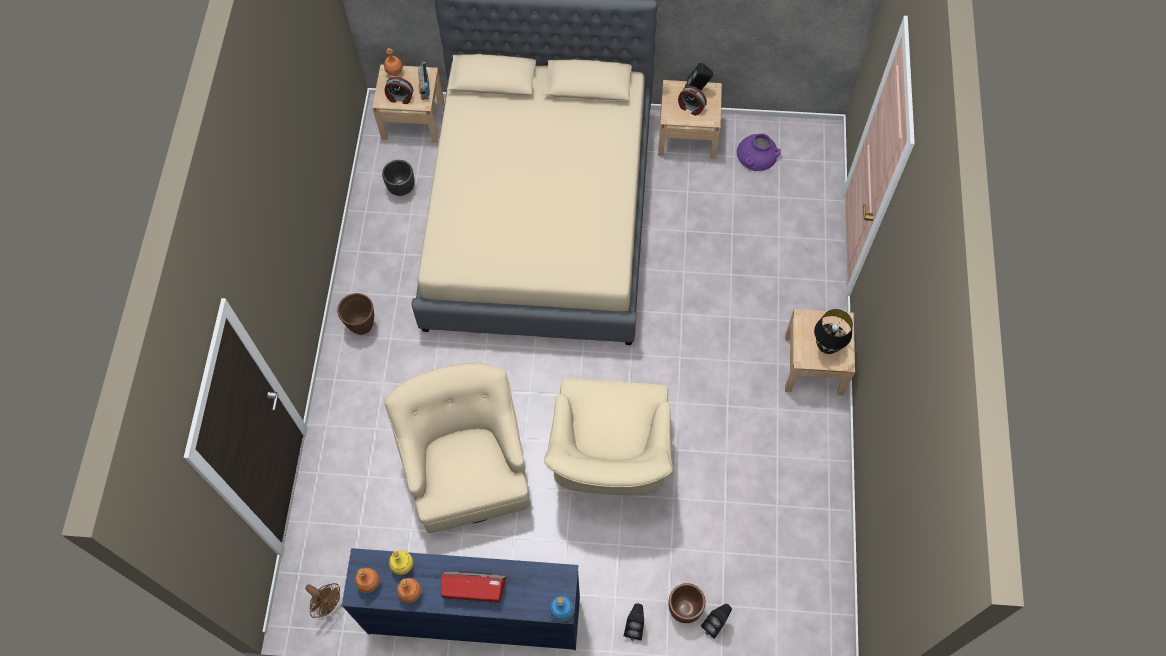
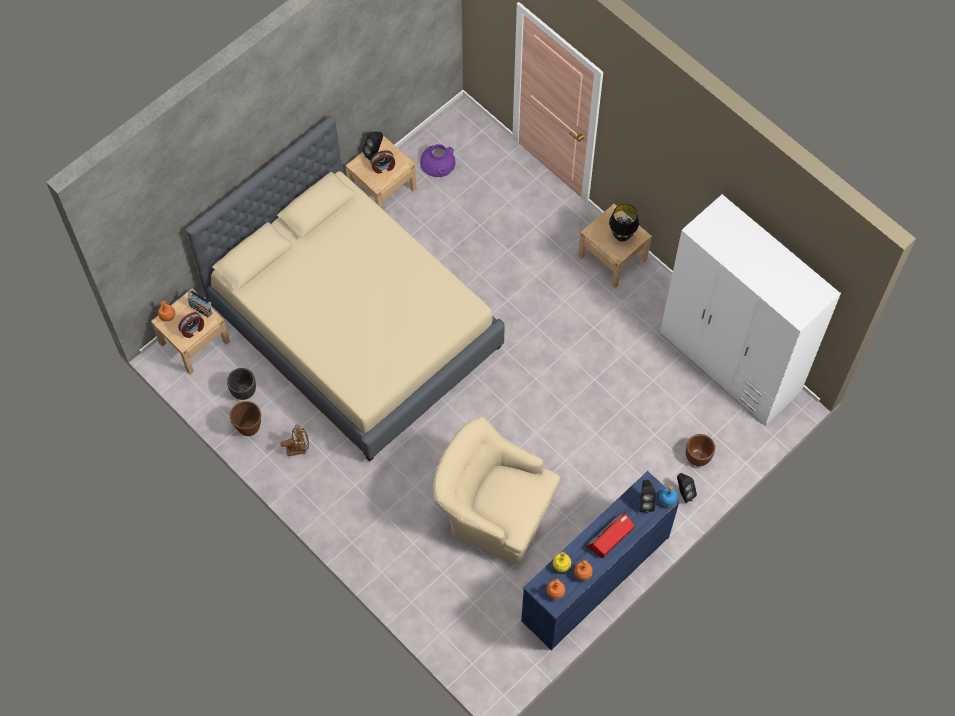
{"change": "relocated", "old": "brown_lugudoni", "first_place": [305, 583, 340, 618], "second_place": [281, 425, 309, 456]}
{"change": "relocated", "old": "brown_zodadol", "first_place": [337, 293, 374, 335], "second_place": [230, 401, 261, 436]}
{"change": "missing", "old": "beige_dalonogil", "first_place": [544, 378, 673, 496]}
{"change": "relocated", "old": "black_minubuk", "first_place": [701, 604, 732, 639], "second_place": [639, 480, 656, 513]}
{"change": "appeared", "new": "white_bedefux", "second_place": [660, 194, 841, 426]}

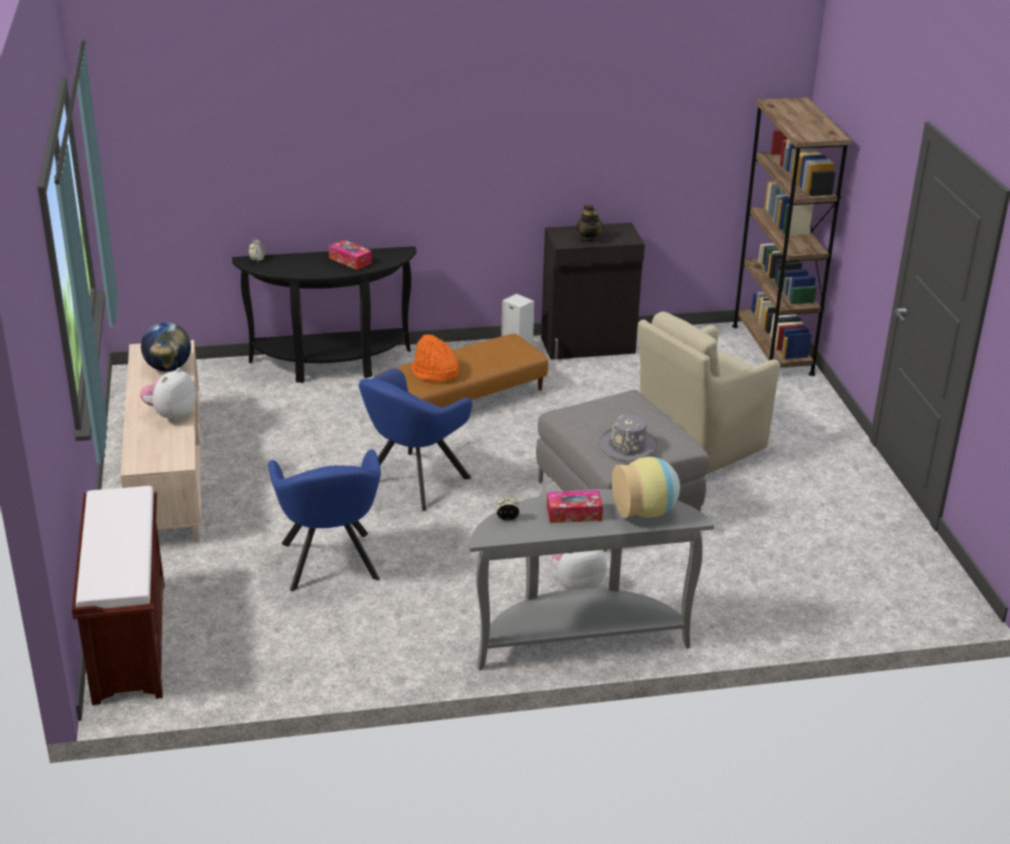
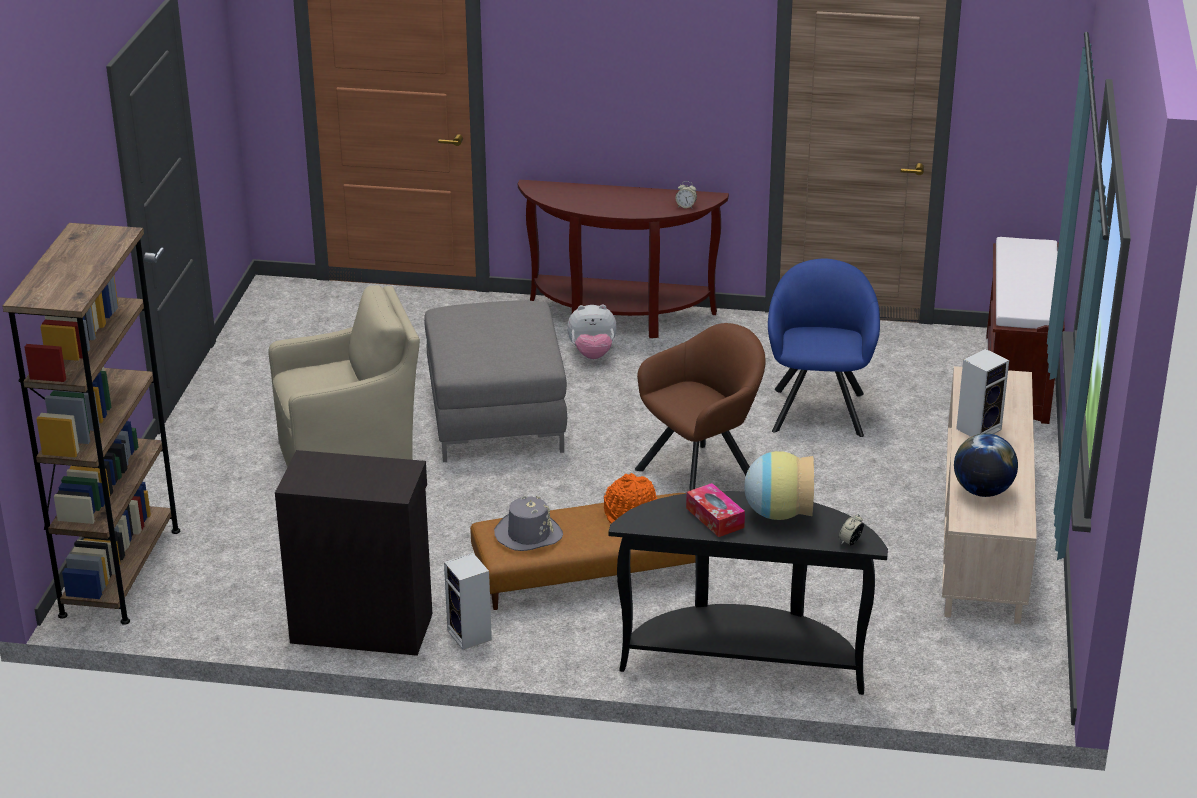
{"change": "exchanged", "old": "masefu", "new": "minubuk", "first_place": [140, 368, 196, 422], "second_place": [956, 349, 1009, 437]}
{"change": "colour", "old": "blue_dalonogil", "new": "brown_dalonogil", "first_place": [359, 369, 473, 511], "second_place": [635, 323, 766, 491]}
{"change": "colour", "old": "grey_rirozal", "new": "brown_rirozal", "first_place": [469, 489, 714, 670], "second_place": [518, 180, 729, 338]}
{"change": "missing", "old": "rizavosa", "first_place": [547, 490, 603, 523]}
{"change": "missing", "old": "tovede", "first_place": [576, 204, 603, 242]}
{"change": "relocated", "old": "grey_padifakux", "first_place": [599, 414, 658, 461], "second_place": [494, 496, 563, 551]}
{"change": "relocated", "old": "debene", "first_place": [612, 457, 680, 518], "second_place": [744, 451, 814, 520]}

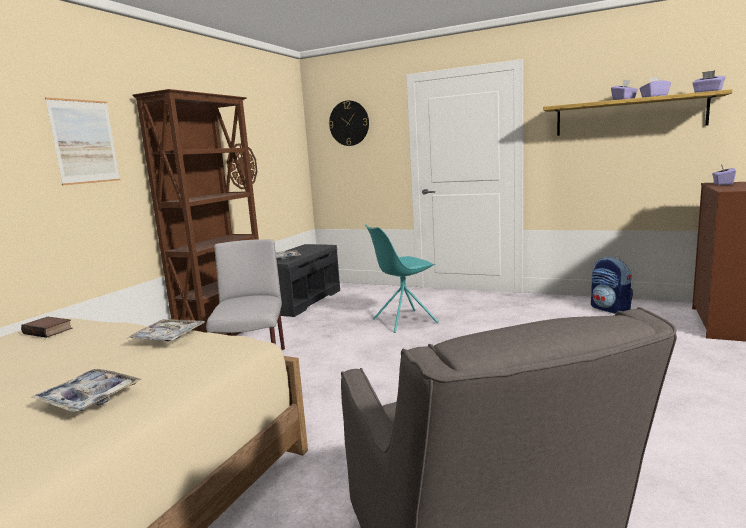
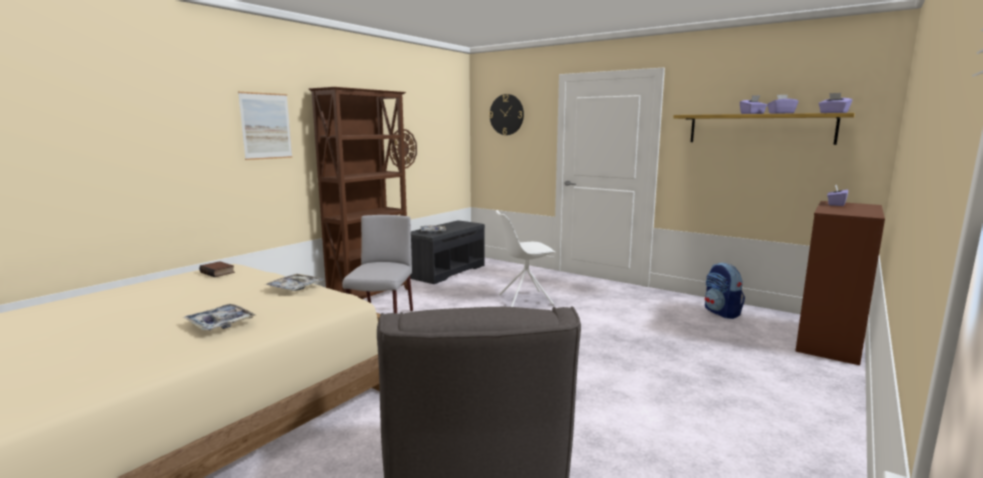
{"change": "colour", "old": "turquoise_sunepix", "new": "white_sunepix", "first_place": [365, 224, 439, 333], "second_place": [496, 210, 555, 307]}

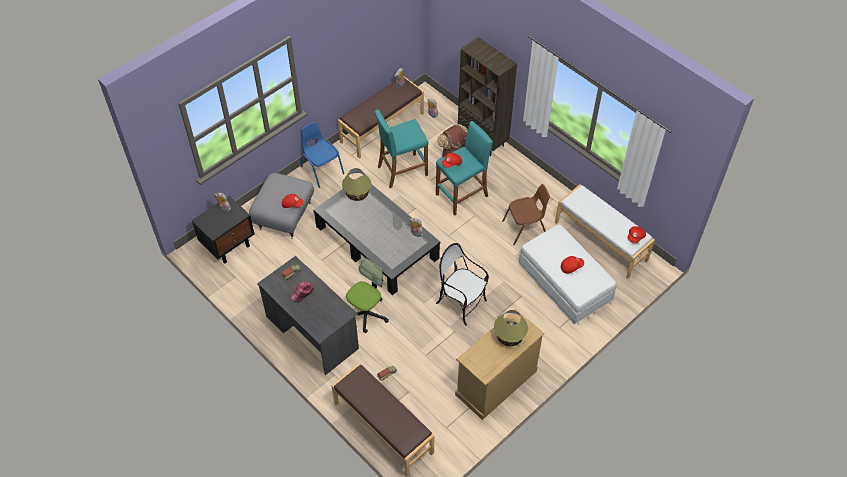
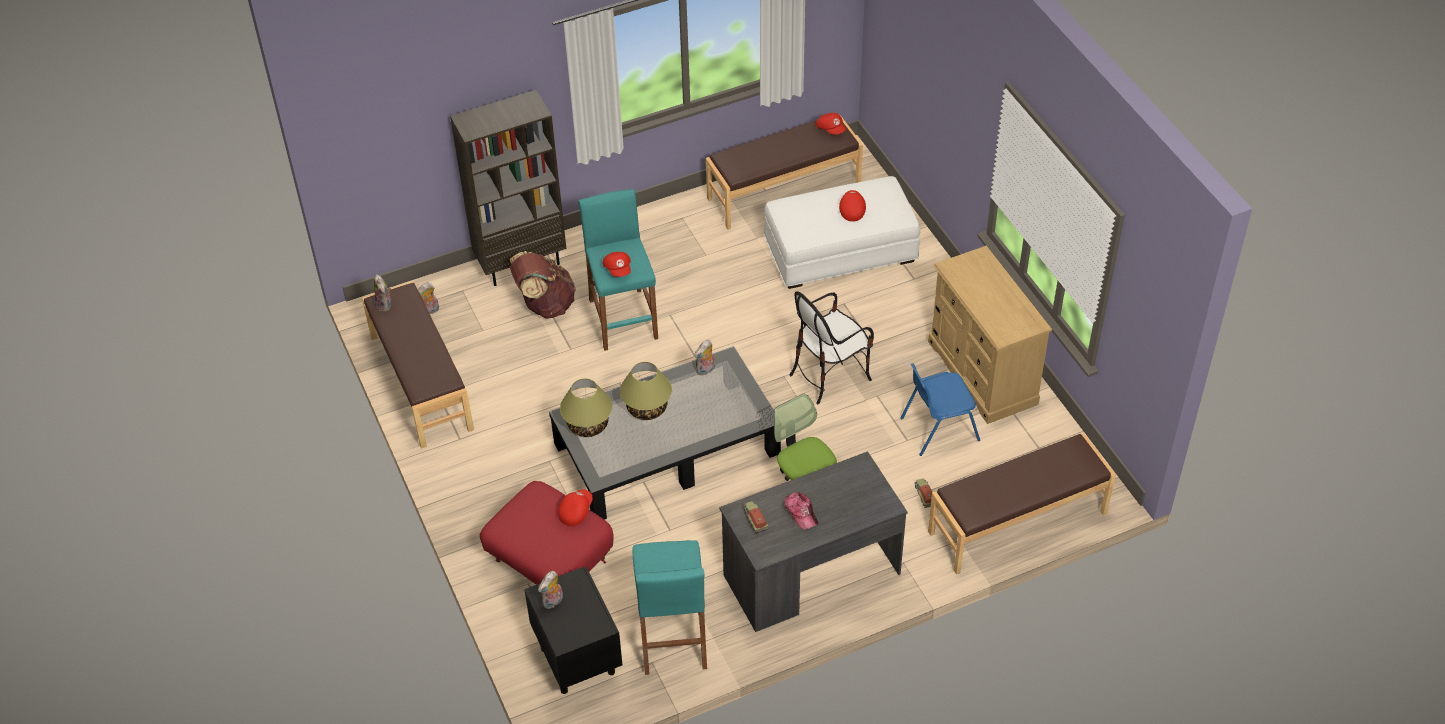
{"change": "colour", "old": "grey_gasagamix", "new": "red_gasagamix", "first_place": [249, 173, 314, 239], "second_place": [480, 481, 614, 585]}
{"change": "relocated", "old": "blue_sunepix", "first_place": [301, 122, 344, 188], "second_place": [900, 363, 980, 456]}
{"change": "relocated", "old": "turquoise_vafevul", "first_place": [375, 110, 429, 188], "second_place": [632, 540, 707, 675]}
{"change": "relocated", "old": "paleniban", "first_place": [494, 310, 528, 346], "second_place": [620, 362, 672, 420]}
{"change": "missing", "old": "brown_sunepix", "first_place": [502, 184, 550, 245]}
{"change": "colour", "old": "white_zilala", "new": "brown_zilala", "first_place": [555, 184, 655, 279], "second_place": [706, 115, 863, 230]}

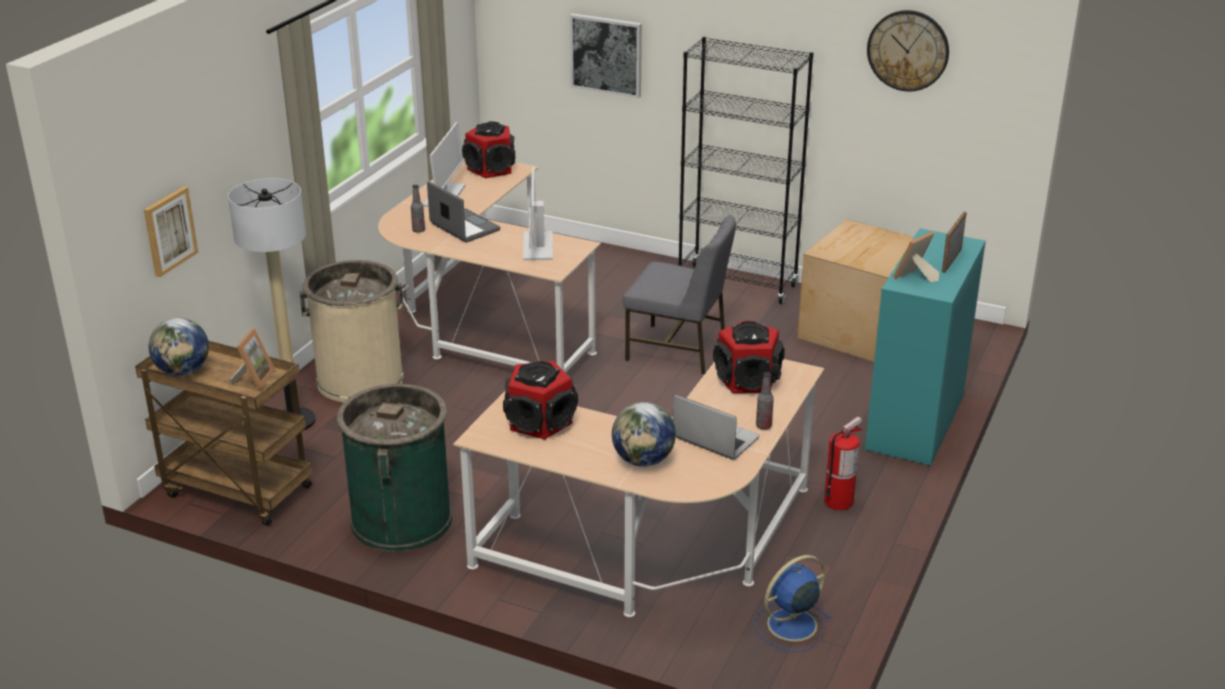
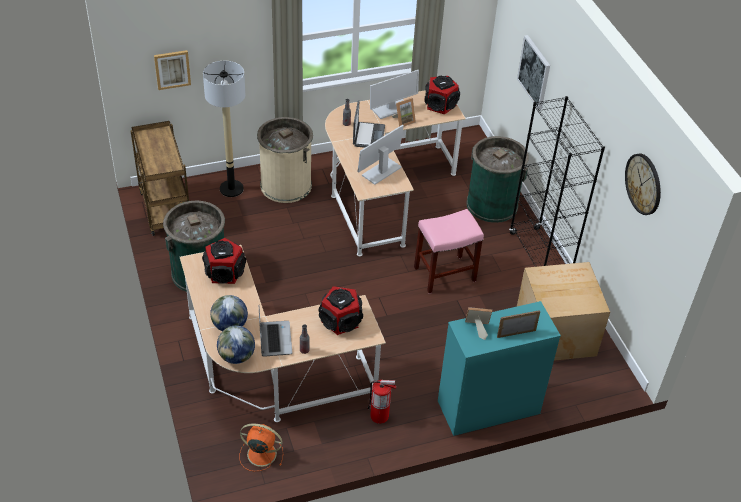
{"change": "relocated", "old": "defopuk", "first_place": [149, 318, 209, 376], "second_place": [217, 326, 255, 364]}
{"change": "relocated", "old": "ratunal", "first_place": [230, 328, 276, 390], "second_place": [392, 98, 416, 127]}
{"change": "exchanged", "old": "grey_sunepix", "new": "pink_vafevul", "first_place": [623, 215, 736, 375], "second_place": [414, 209, 484, 294]}
{"change": "colour", "old": "blue_lugudoni", "new": "orange_lugudoni", "first_place": [754, 555, 831, 652], "second_place": [239, 424, 283, 471]}
{"change": "appeared", "new": "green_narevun", "second_place": [466, 136, 529, 223]}

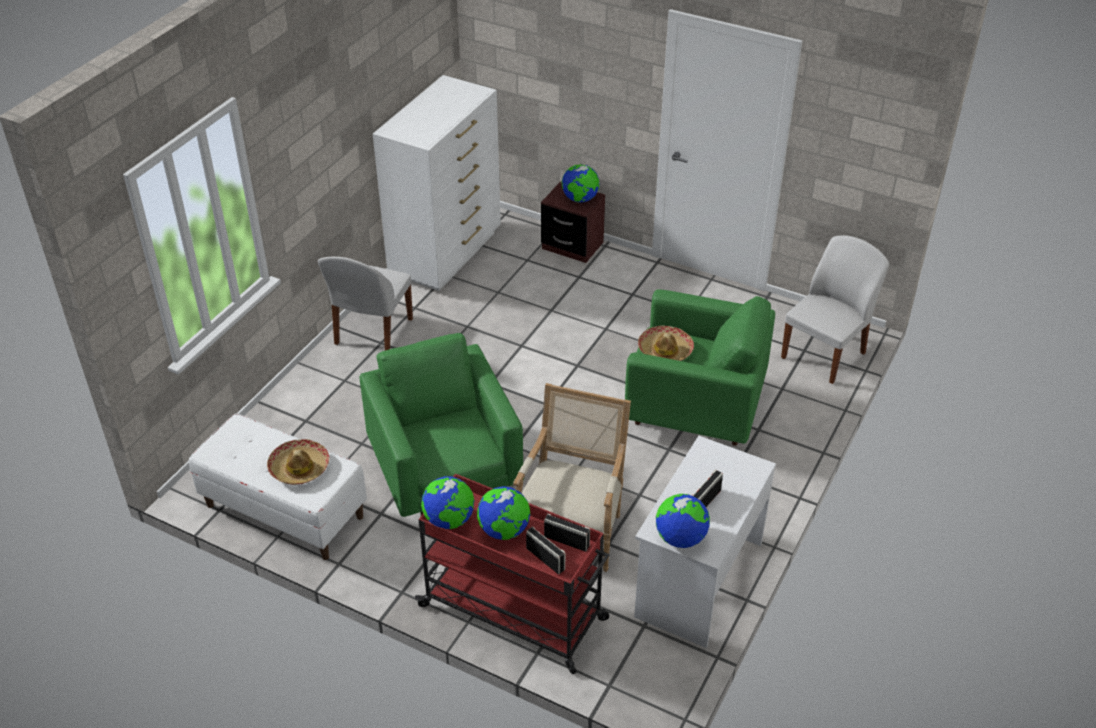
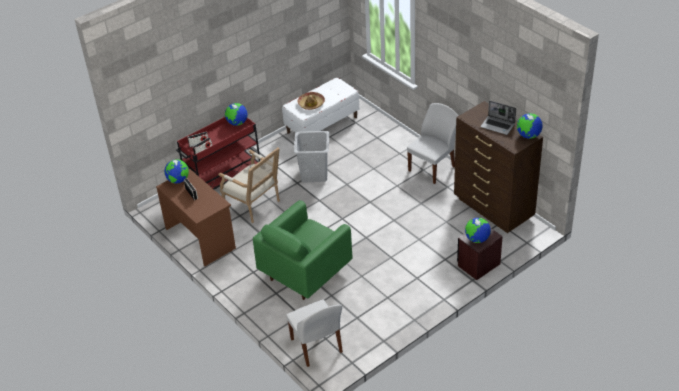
{"change": "spun", "old": "white_sunepix", "first_place": [318, 257, 413, 350], "second_place": [407, 103, 458, 184], "degrees": 90}
{"change": "exchanged", "old": "green_dalonogil", "new": "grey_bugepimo", "first_place": [359, 333, 524, 517], "second_place": [294, 131, 329, 183]}
{"change": "colour", "old": "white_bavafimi", "new": "brown_bavafimi", "first_place": [373, 75, 501, 291], "second_place": [454, 101, 543, 233]}
{"change": "relocated", "old": "defopuk", "first_place": [477, 486, 531, 540], "second_place": [517, 113, 543, 139]}
{"change": "colour", "old": "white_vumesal", "new": "brown_vumesal", "first_place": [634, 436, 776, 648], "second_place": [156, 169, 236, 266]}
{"change": "missing", "old": "padifakux", "first_place": [638, 326, 694, 361]}
{"change": "appeared", "new": "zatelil", "second_place": [480, 101, 516, 135]}

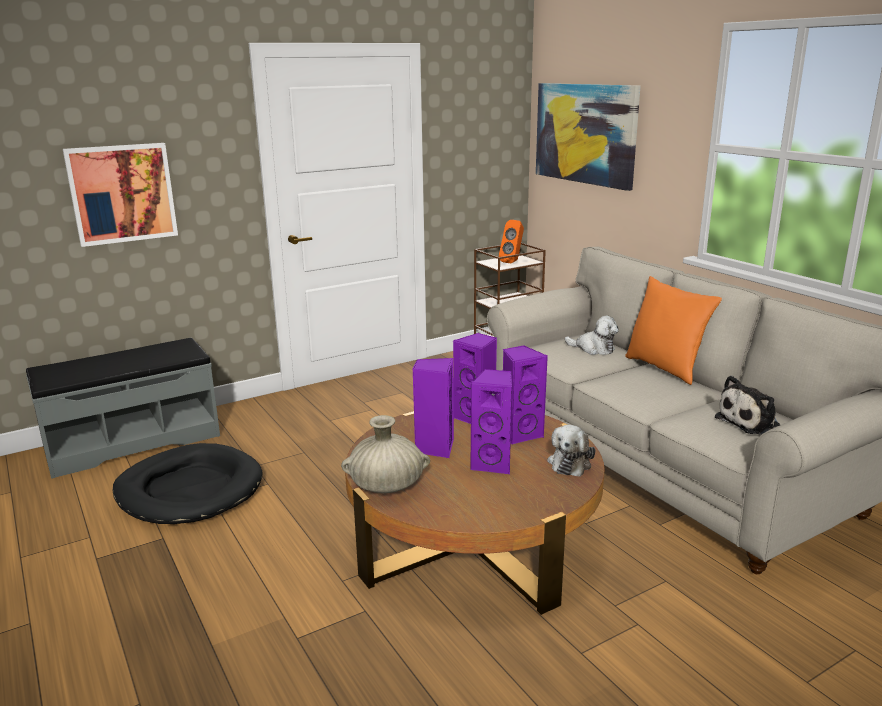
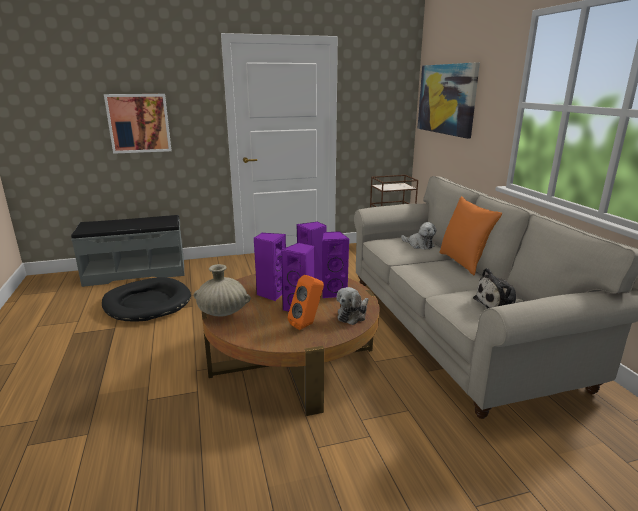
{"change": "relocated", "old": "orange_minubuk", "first_place": [499, 220, 524, 263], "second_place": [288, 275, 324, 330]}

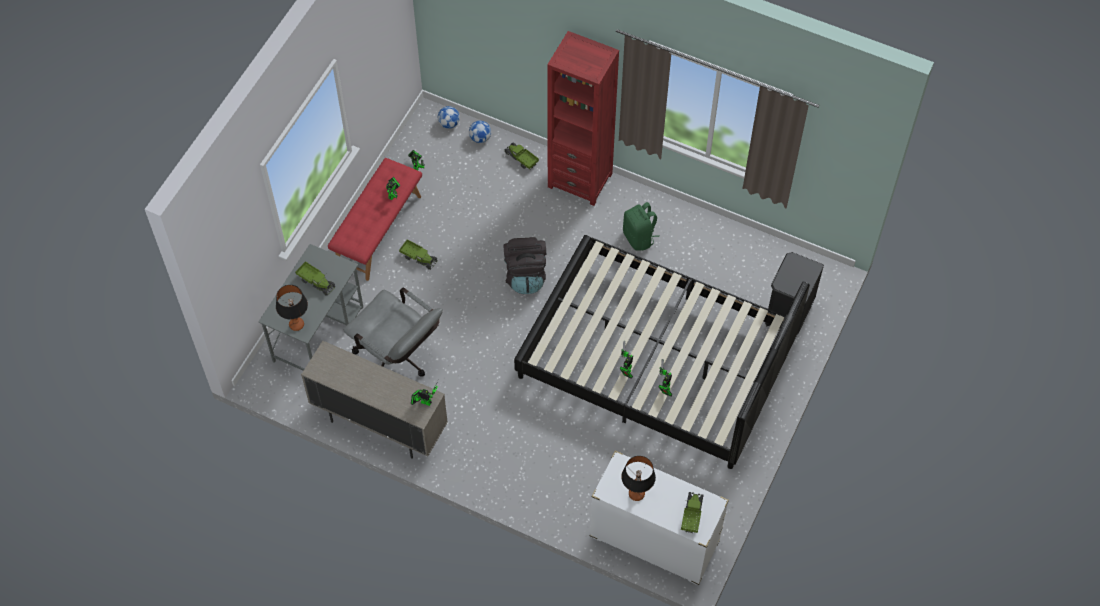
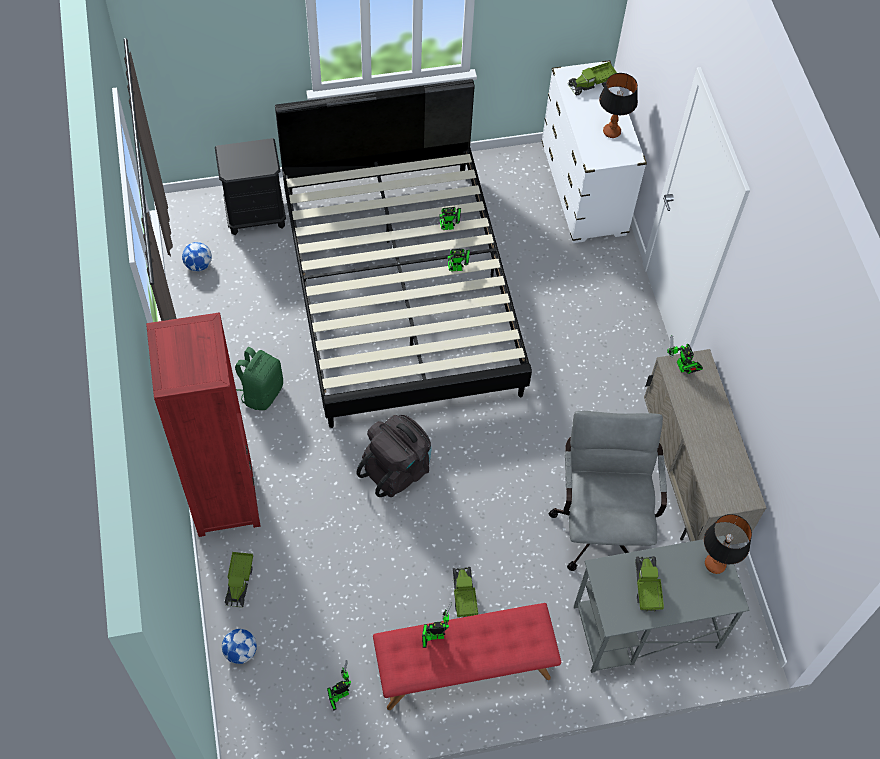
{"change": "relocated", "old": "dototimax", "first_place": [438, 106, 460, 129], "second_place": [182, 242, 212, 271]}

